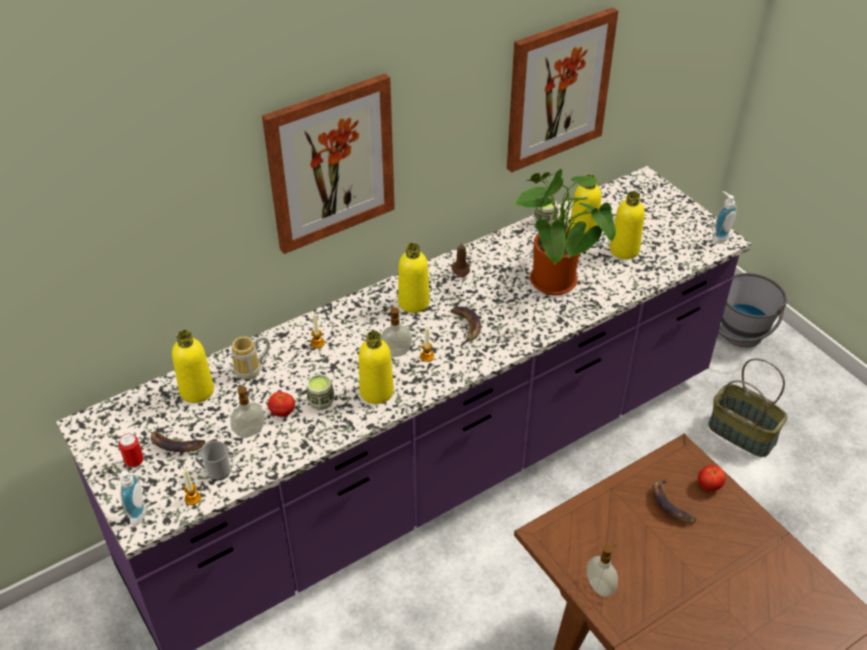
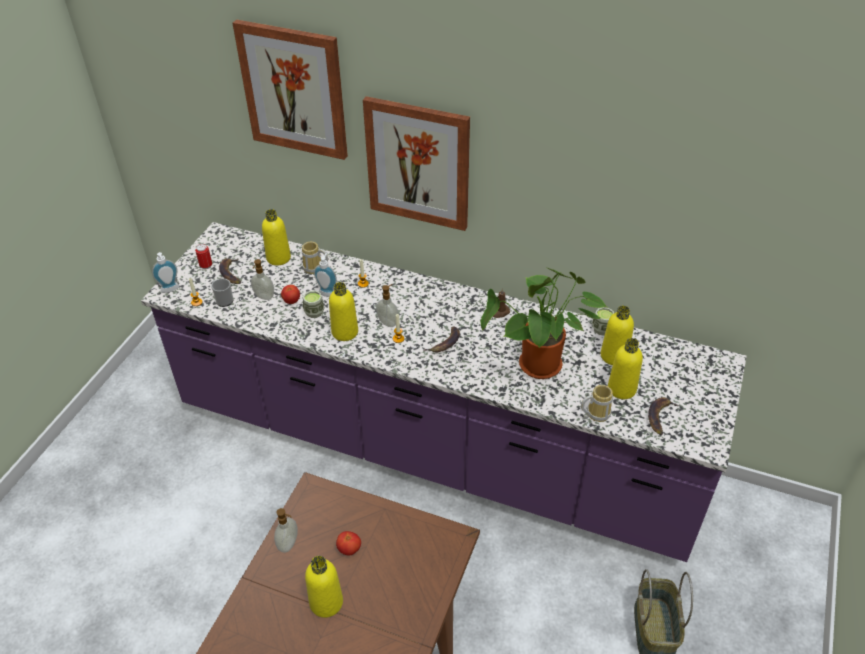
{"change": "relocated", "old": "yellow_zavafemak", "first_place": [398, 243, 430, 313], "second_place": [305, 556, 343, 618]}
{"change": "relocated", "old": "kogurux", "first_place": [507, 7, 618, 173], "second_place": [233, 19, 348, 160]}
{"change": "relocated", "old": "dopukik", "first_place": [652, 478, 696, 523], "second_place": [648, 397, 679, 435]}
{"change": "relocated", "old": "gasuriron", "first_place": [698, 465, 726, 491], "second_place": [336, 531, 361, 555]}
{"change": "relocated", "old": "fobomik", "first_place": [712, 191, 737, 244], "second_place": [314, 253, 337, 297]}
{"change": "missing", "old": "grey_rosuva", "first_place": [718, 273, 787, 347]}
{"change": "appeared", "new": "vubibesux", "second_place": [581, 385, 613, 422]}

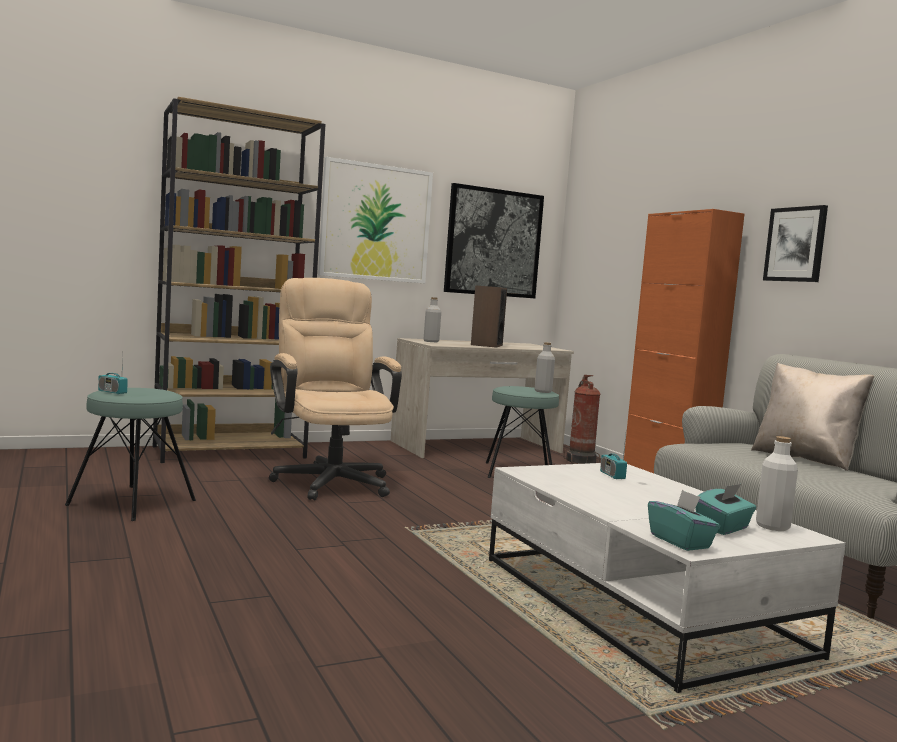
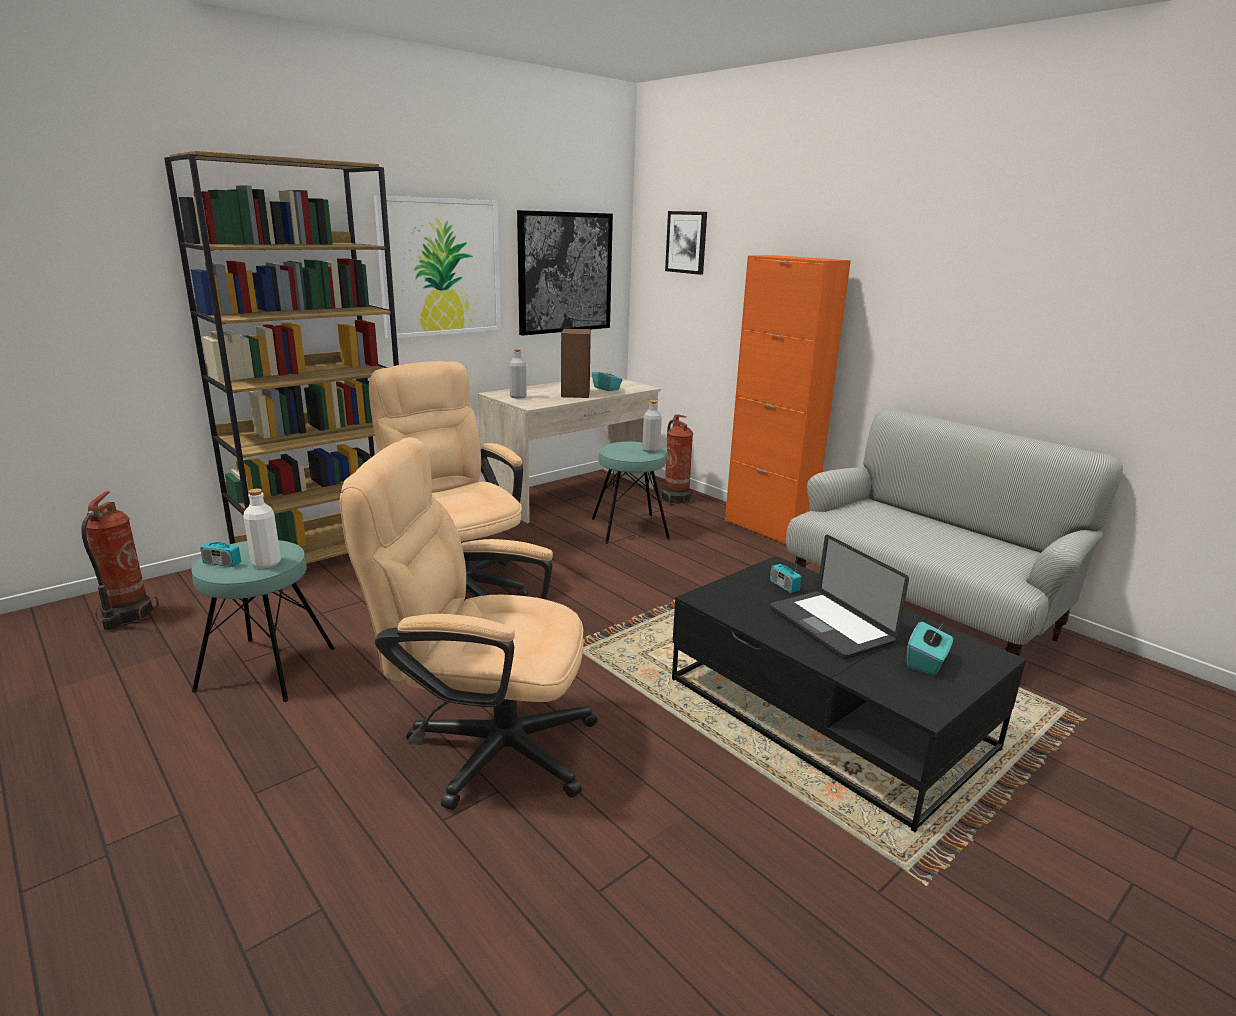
{"change": "colour", "old": "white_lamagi", "new": "black_lamagi", "first_place": [489, 463, 846, 693], "second_place": [672, 556, 1026, 832]}
{"change": "relocated", "old": "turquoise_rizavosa", "first_place": [648, 490, 720, 551], "second_place": [592, 366, 623, 391]}
{"change": "missing", "old": "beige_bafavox", "first_place": [751, 363, 874, 471]}
{"change": "relocated", "old": "white_zavafemak", "first_place": [756, 436, 798, 531], "second_place": [243, 489, 281, 568]}
{"change": "relocated", "old": "kogurux", "first_place": [763, 205, 828, 282], "second_place": [665, 211, 707, 275]}
{"change": "appeared", "new": "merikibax", "second_place": [81, 491, 159, 630]}
{"change": "appeared", "new": "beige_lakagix", "second_place": [340, 437, 598, 810]}
{"change": "appeared", "new": "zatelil", "second_place": [770, 535, 909, 659]}

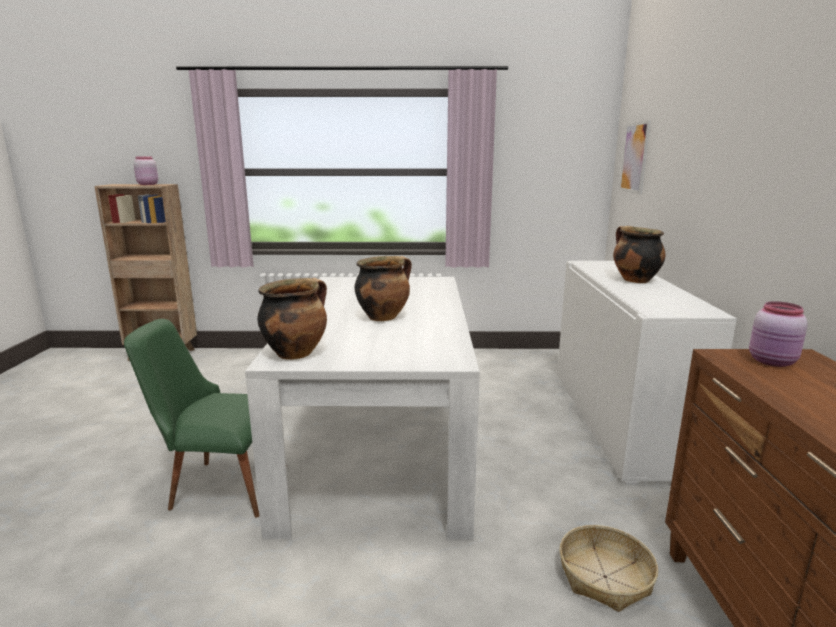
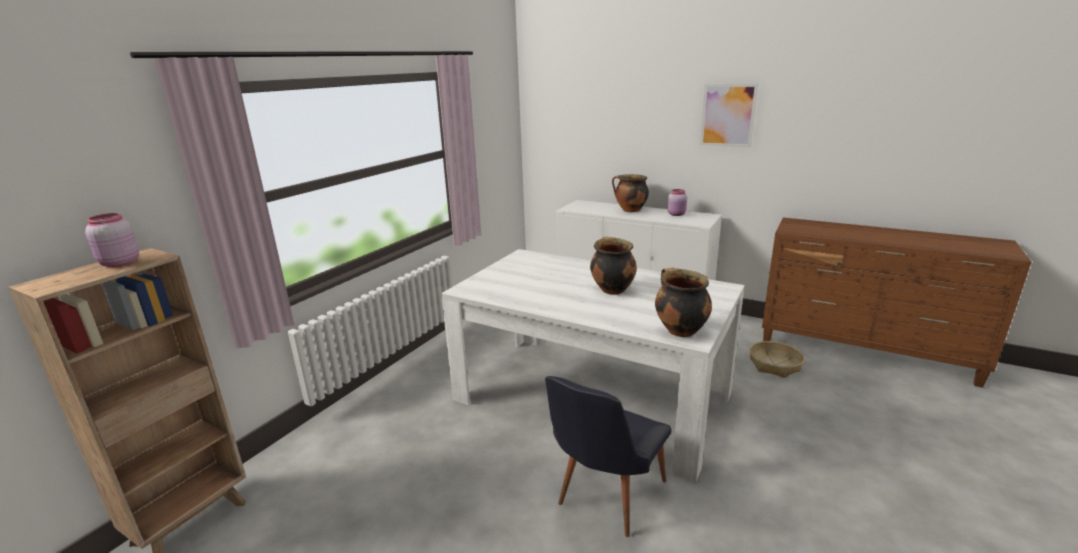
{"change": "colour", "old": "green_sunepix", "new": "black_sunepix", "first_place": [124, 319, 287, 518], "second_place": [545, 376, 672, 537]}
{"change": "relocated", "old": "kogurux", "first_place": [619, 120, 651, 194], "second_place": [700, 84, 758, 147]}
{"change": "relocated", "old": "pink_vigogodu", "first_place": [749, 301, 808, 367], "second_place": [668, 189, 687, 216]}

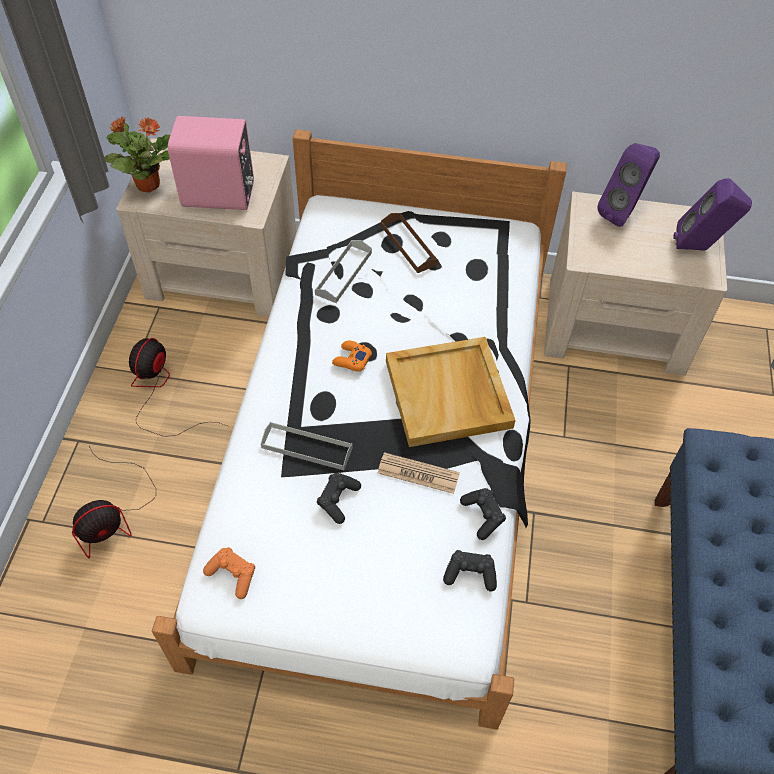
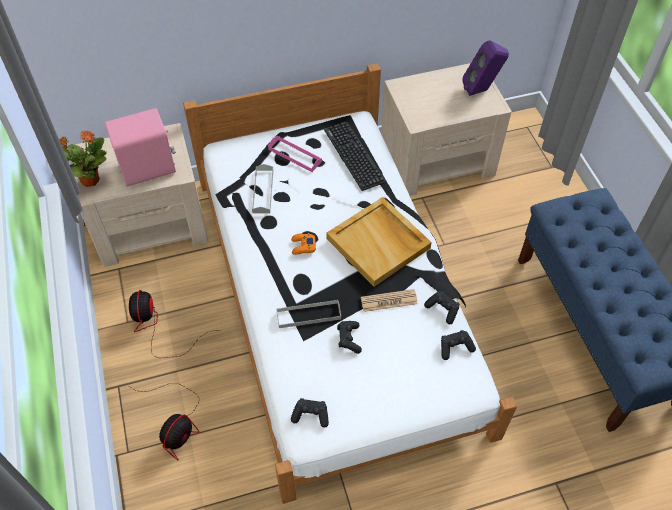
{"change": "colour", "old": "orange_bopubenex", "new": "black_bopubenex", "first_place": [203, 547, 255, 599], "second_place": [291, 398, 329, 428]}
{"change": "colour", "old": "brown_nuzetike", "new": "pink_nuzetike", "first_place": [381, 213, 438, 273], "second_place": [268, 136, 322, 172]}
{"change": "missing", "old": "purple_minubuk", "first_place": [597, 143, 660, 227]}
{"change": "appeared", "new": "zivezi", "second_place": [324, 122, 386, 191]}

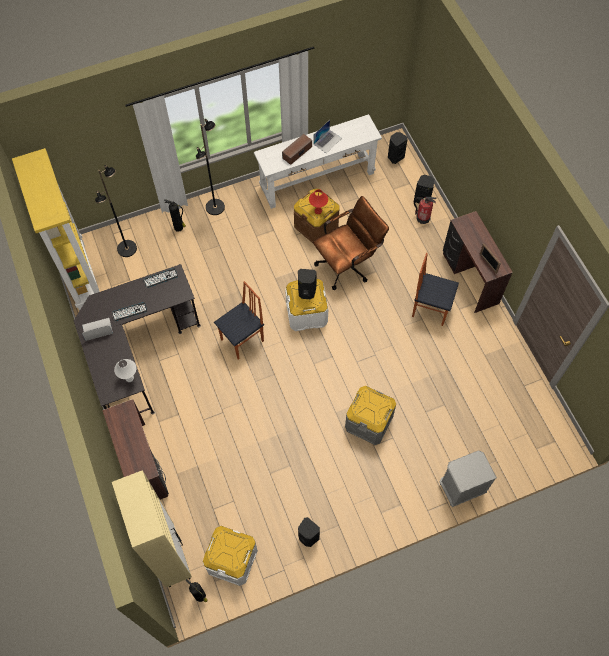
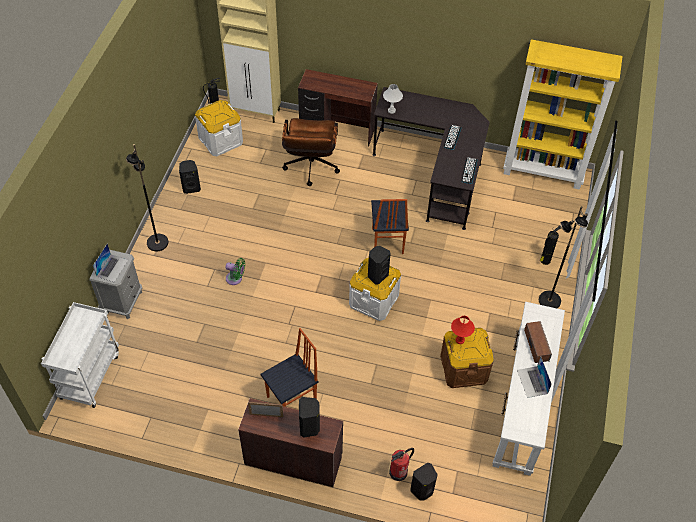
{"change": "relocated", "old": "zatelil", "first_place": [82, 318, 113, 341], "second_place": [93, 243, 128, 282]}
{"change": "relocated", "old": "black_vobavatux", "first_place": [95, 165, 137, 257], "second_place": [126, 144, 168, 251]}
{"change": "relocated", "old": "brown_lakagix", "first_place": [313, 196, 389, 290], "second_place": [282, 118, 340, 186]}
{"change": "exchanged", "old": "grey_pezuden", "new": "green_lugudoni", "first_place": [345, 386, 396, 445], "second_place": [225, 258, 245, 285]}
{"change": "relocated", "old": "black_minubuk", "first_place": [388, 132, 407, 164], "second_place": [299, 397, 320, 438]}
{"change": "appeared", "new": "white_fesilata", "second_place": [41, 302, 119, 408]}

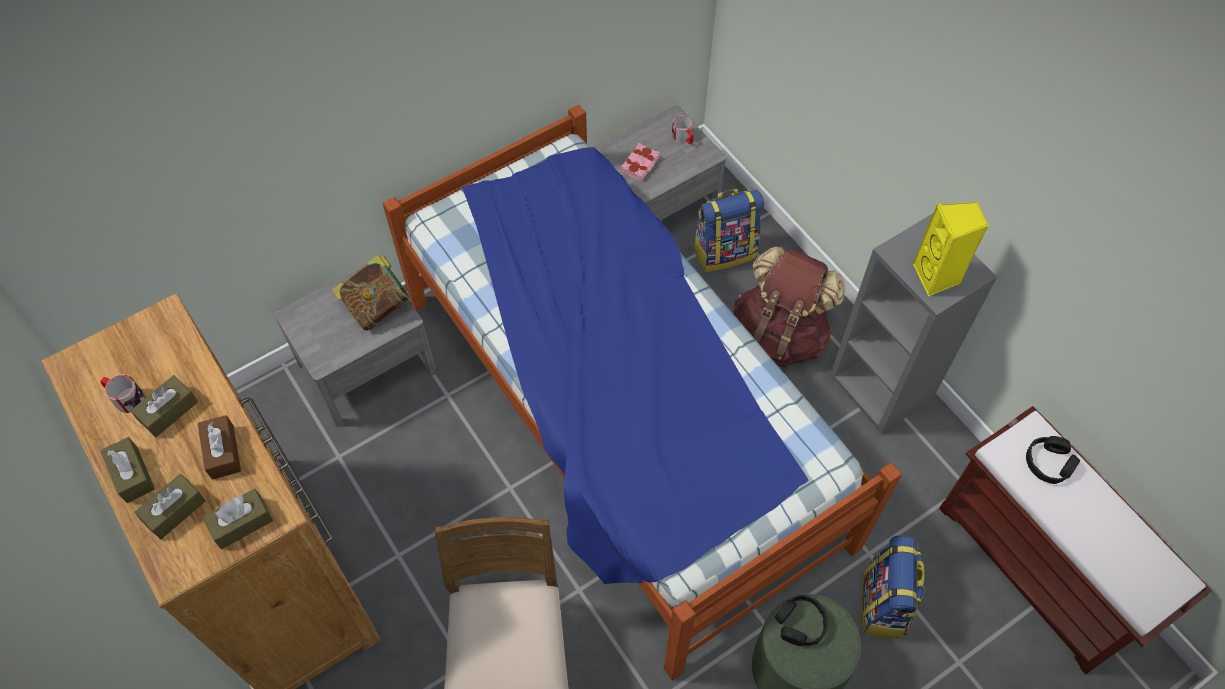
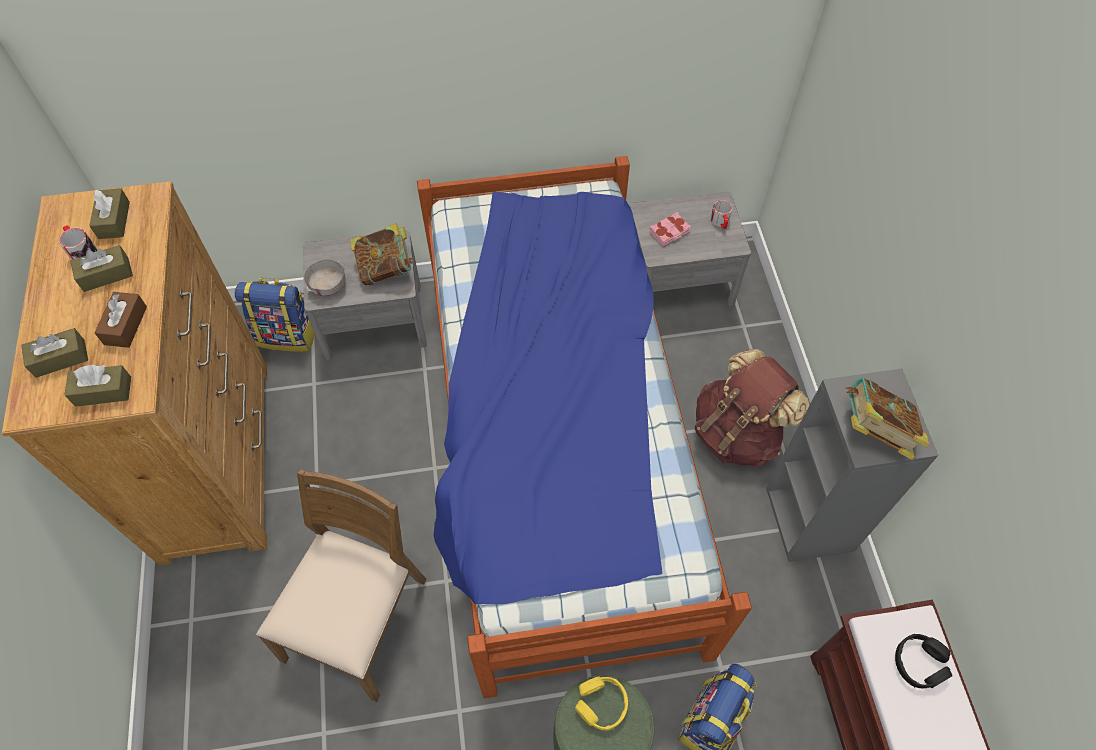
{"change": "relocated", "old": "brown_rizavosa", "first_place": [101, 437, 155, 503], "second_place": [89, 188, 130, 239]}
{"change": "relocated", "old": "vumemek", "first_place": [693, 189, 764, 272], "second_place": [235, 278, 315, 352]}
{"change": "colour", "old": "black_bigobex", "new": "yellow_bigobex", "first_place": [775, 595, 828, 646], "second_place": [575, 677, 628, 731]}
{"change": "exchanged", "old": "yellow_minubuk", "new": "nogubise", "first_place": [913, 202, 989, 296], "second_place": [846, 377, 930, 460]}
{"change": "appeared", "new": "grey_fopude", "second_place": [304, 260, 345, 296]}

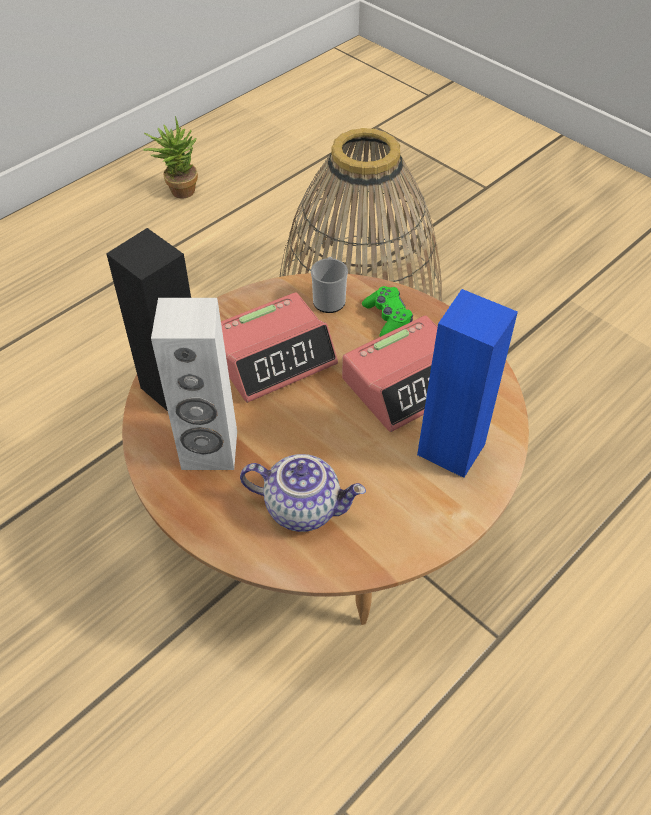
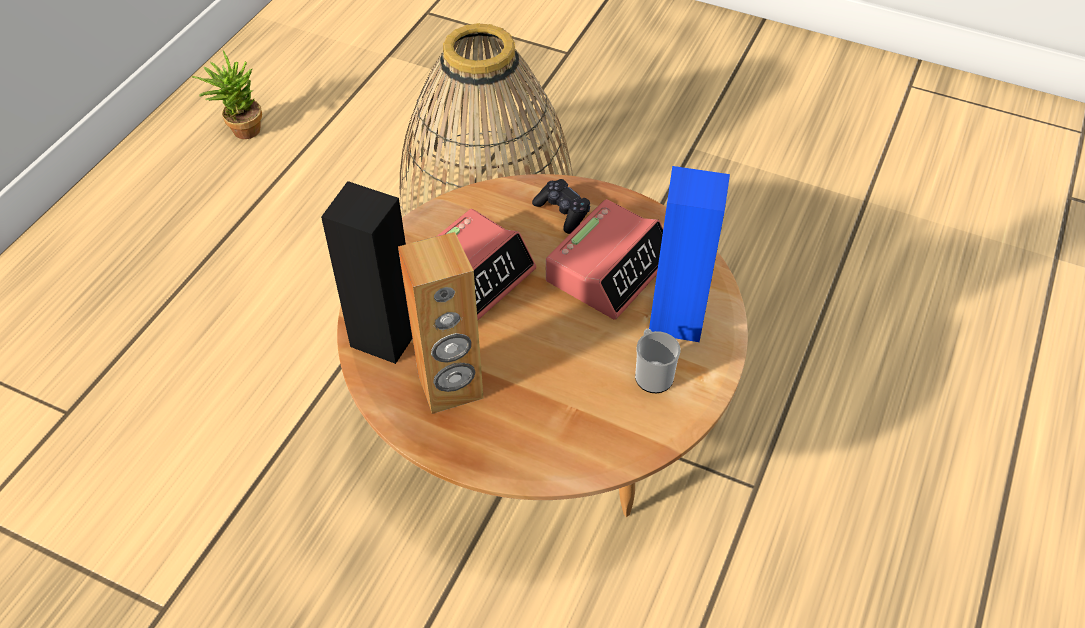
{"change": "colour", "old": "white_minubuk", "new": "brown_minubuk", "first_place": [151, 298, 237, 470], "second_place": [398, 232, 484, 414]}
{"change": "missing", "old": "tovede", "first_place": [240, 454, 366, 532]}
{"change": "relocated", "old": "vubibesux", "first_place": [311, 257, 348, 313], "second_place": [635, 329, 680, 393]}
{"change": "colour", "old": "green_bopubenex", "new": "black_bopubenex", "first_place": [362, 286, 413, 337], "second_place": [532, 179, 590, 234]}

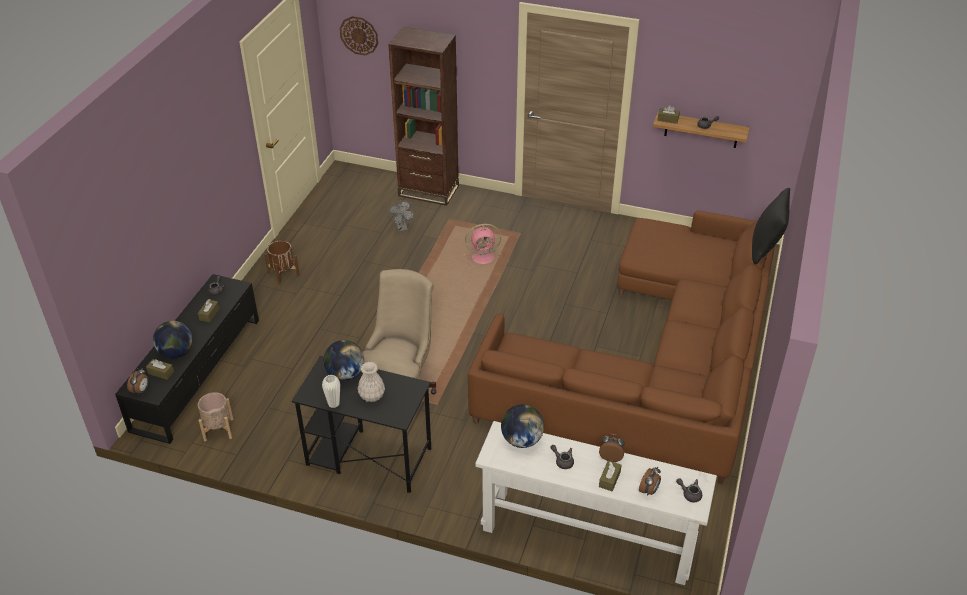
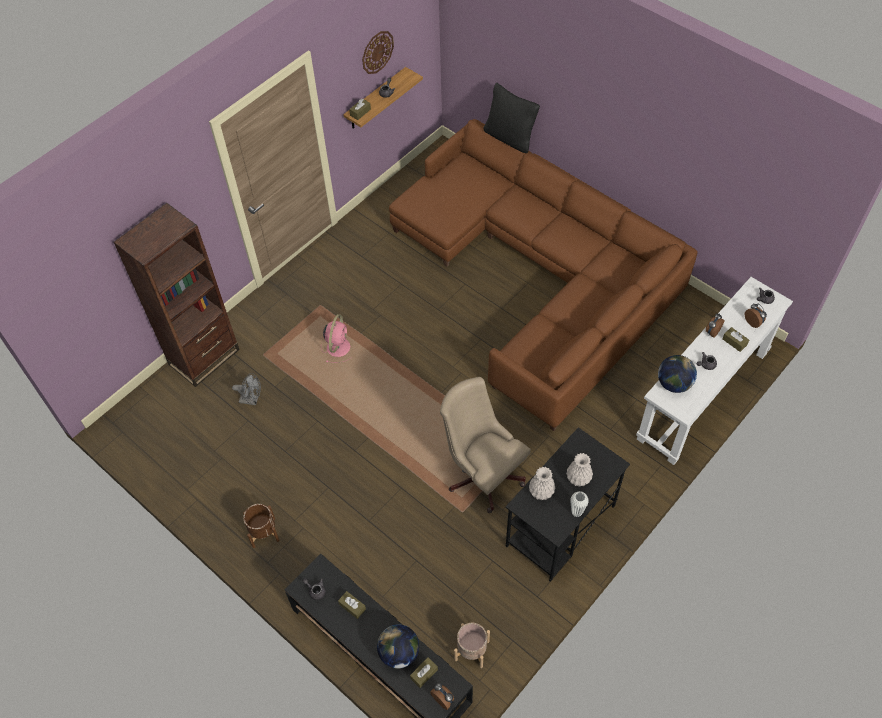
{"change": "exchanged", "old": "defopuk", "new": "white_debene", "first_place": [323, 340, 364, 381], "second_place": [529, 467, 556, 500]}
{"change": "relocated", "old": "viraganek", "first_place": [340, 16, 378, 55], "second_place": [362, 31, 394, 74]}

